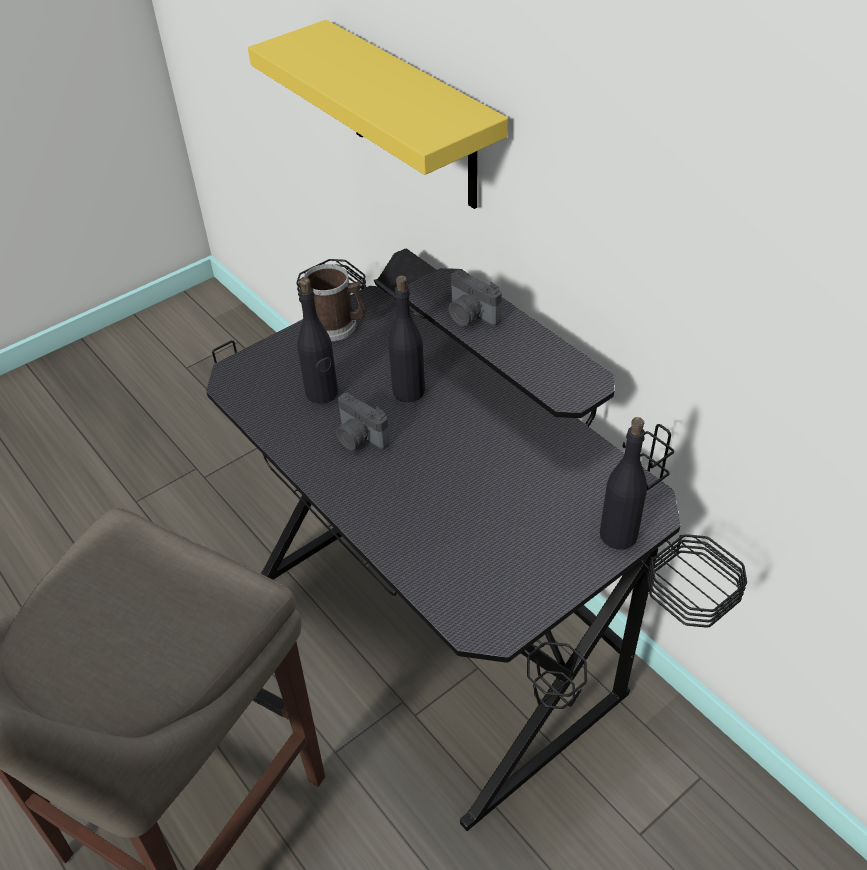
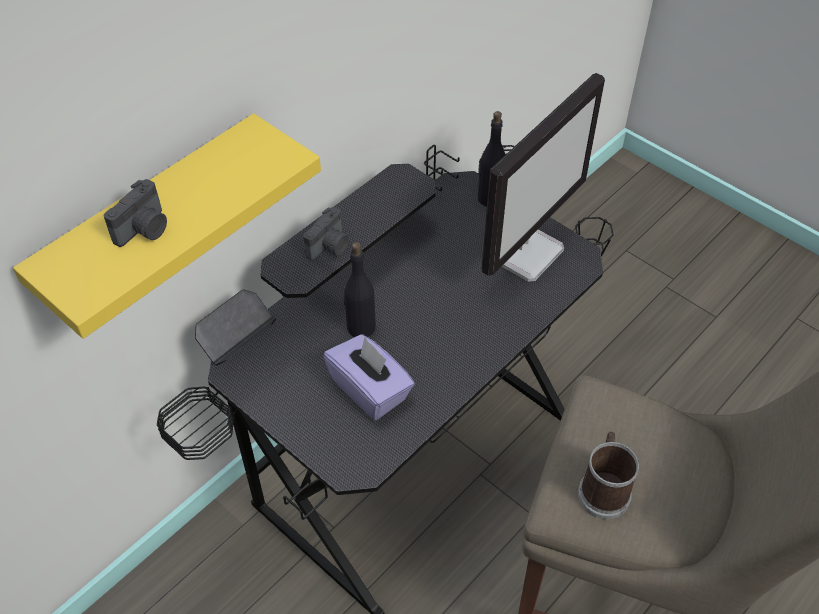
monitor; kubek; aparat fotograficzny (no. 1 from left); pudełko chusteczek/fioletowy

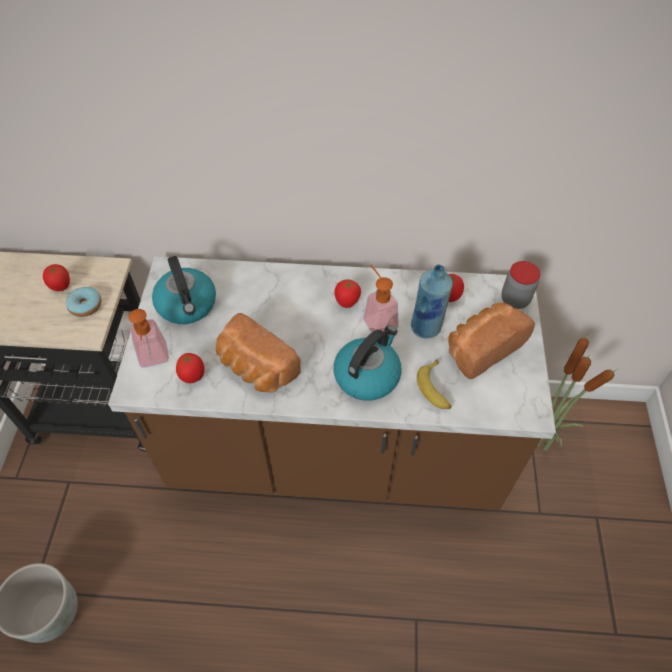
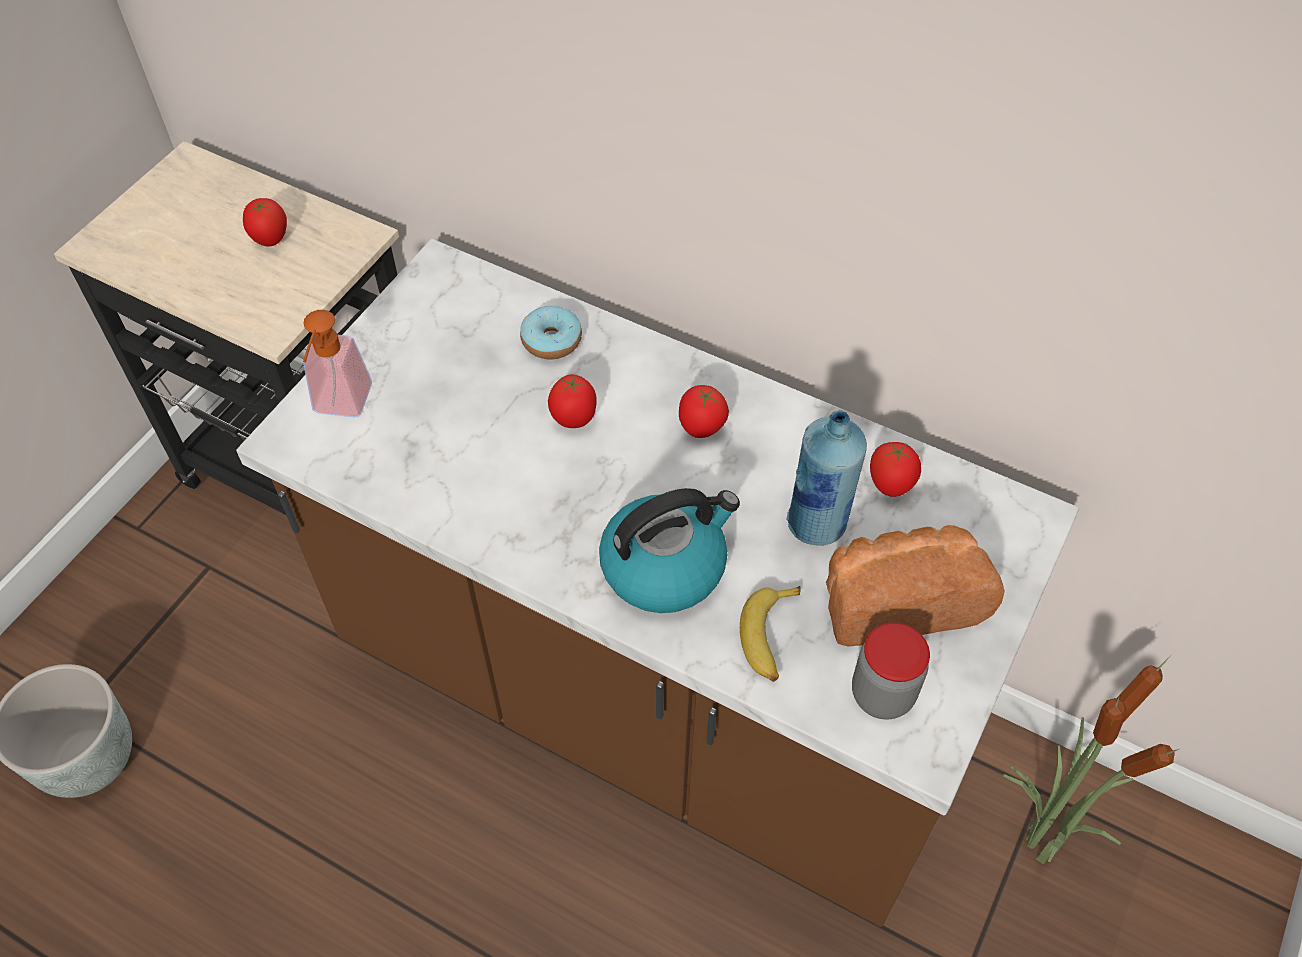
czajnik (no. 1 from left in the first image); chleb (no. 1 from left in the first image); dozownik mydła (no. 2 from left in the first image); donut; pomidor (no. 2 from left); słoik

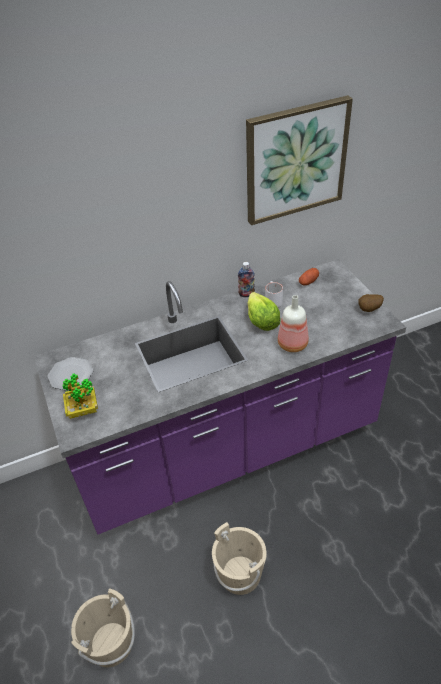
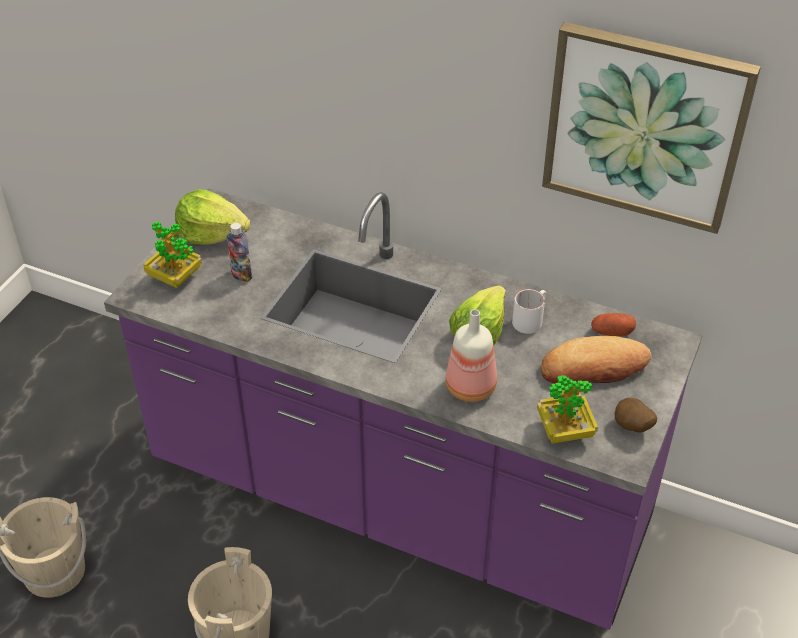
roślina doniczkowa (no. 2 from left); chleb; butelka (no. 1 from left); sałata (no. 1 from left)

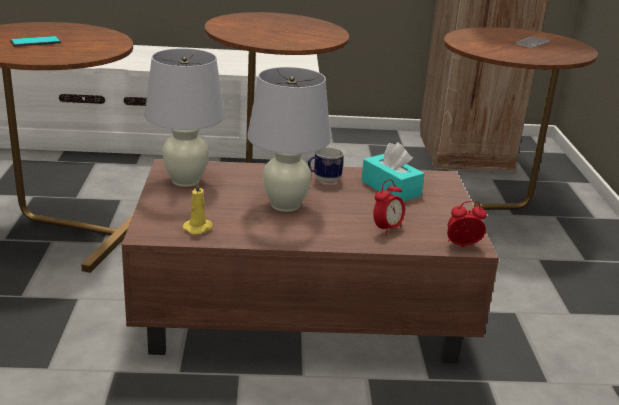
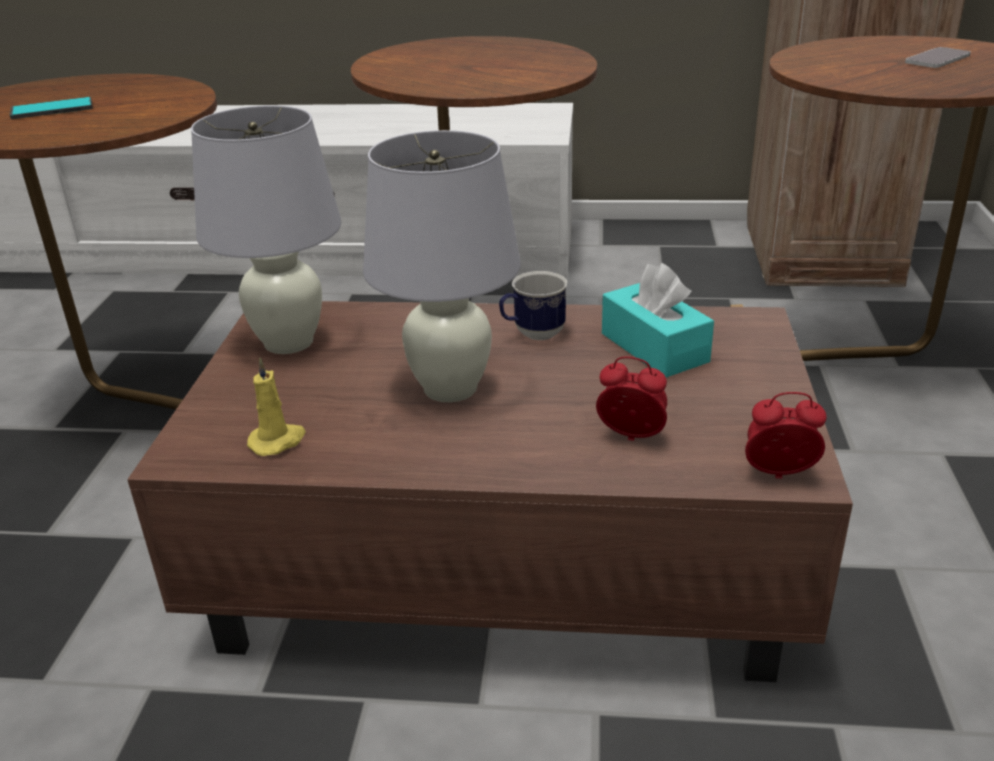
budzik (no. 1 from left)

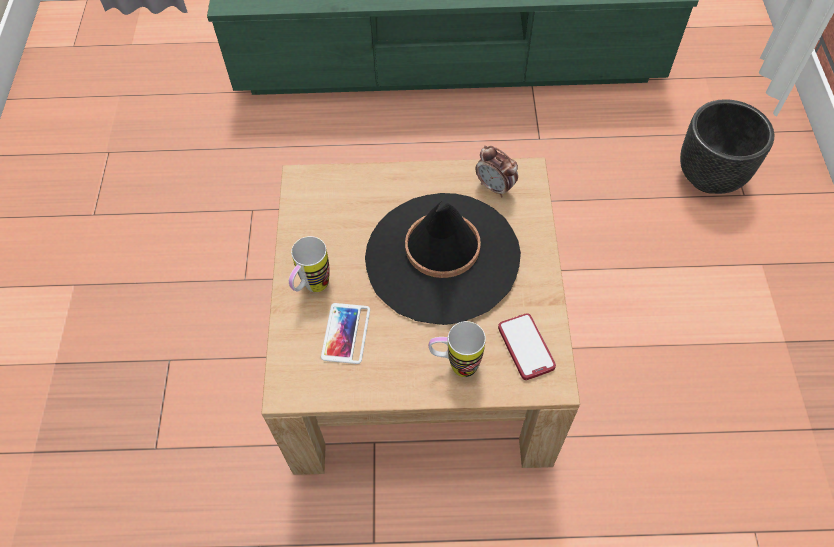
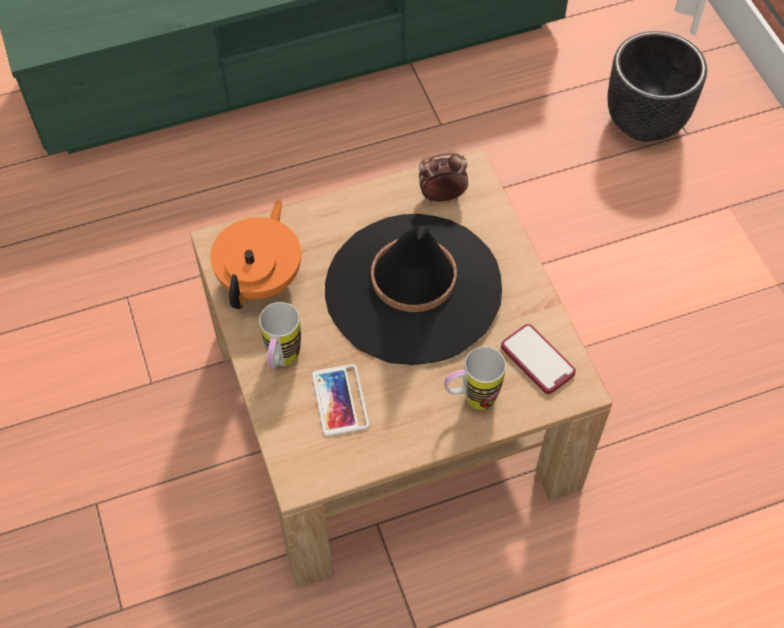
imbryk/pomarańczowy; budzik

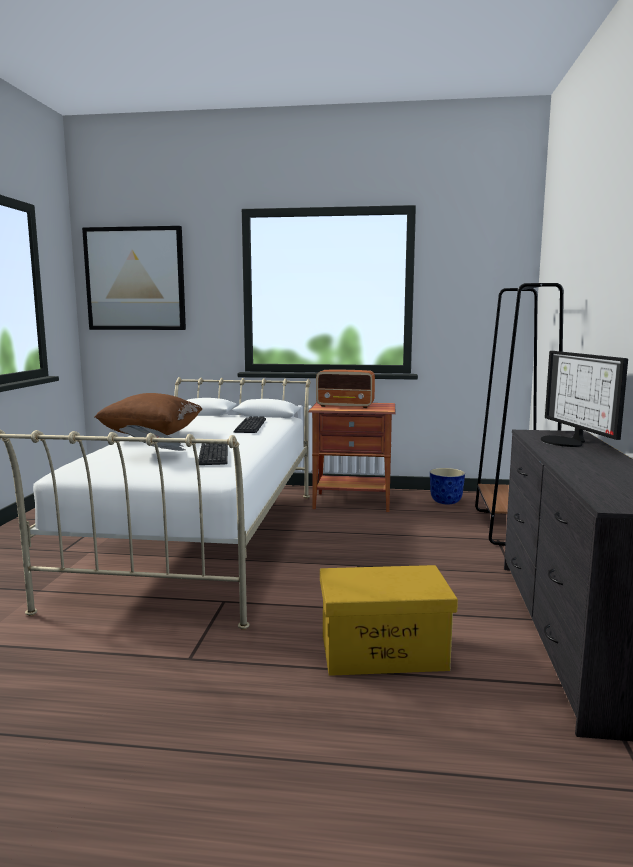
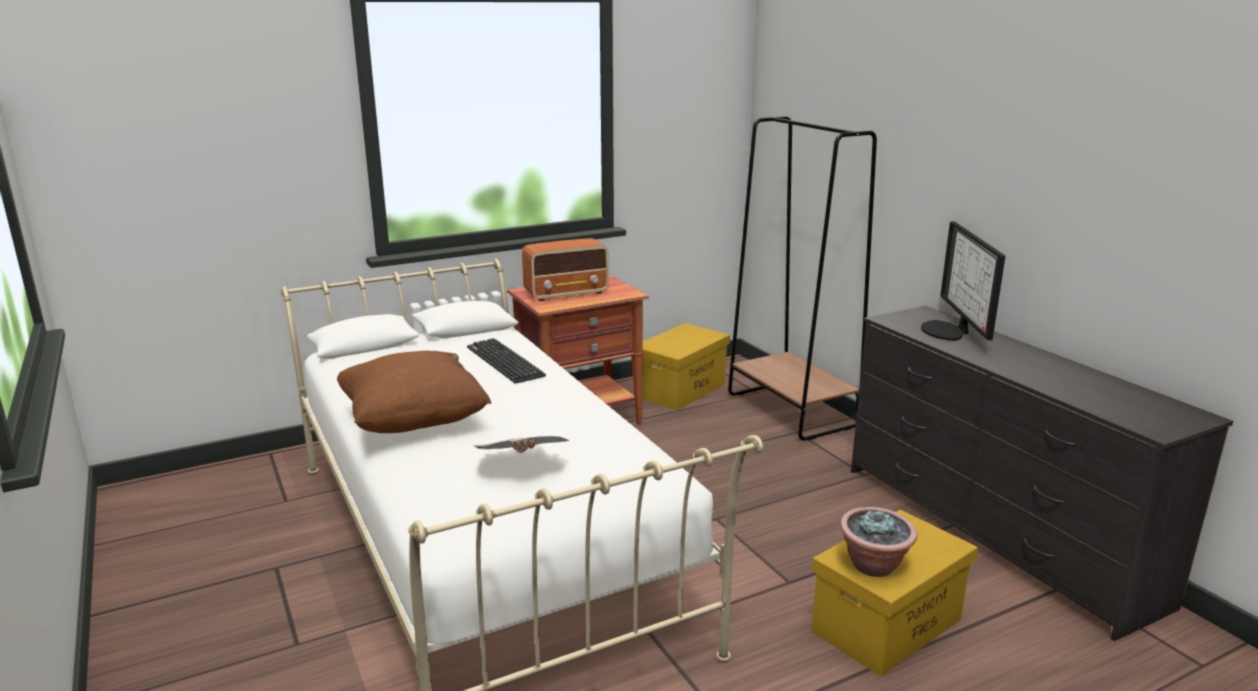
obraz; klawiatura (no. 1 from left in the first image); roślina doniczkowa; pojemnik do przechowywania/żółty (no. 1 from left); monitor

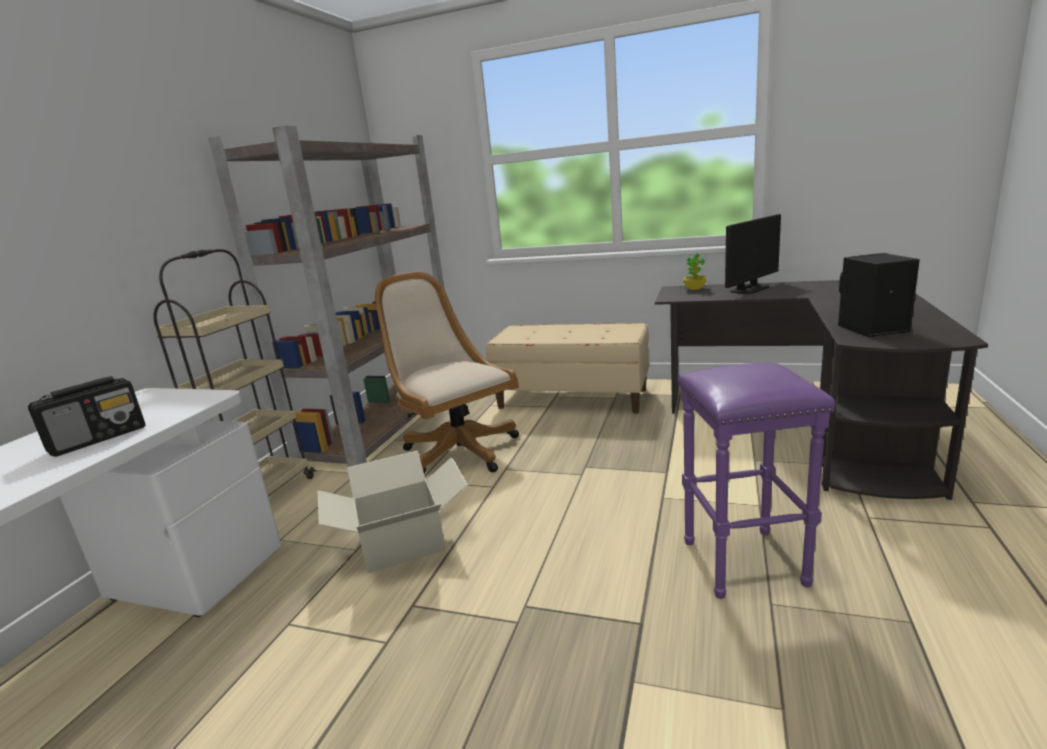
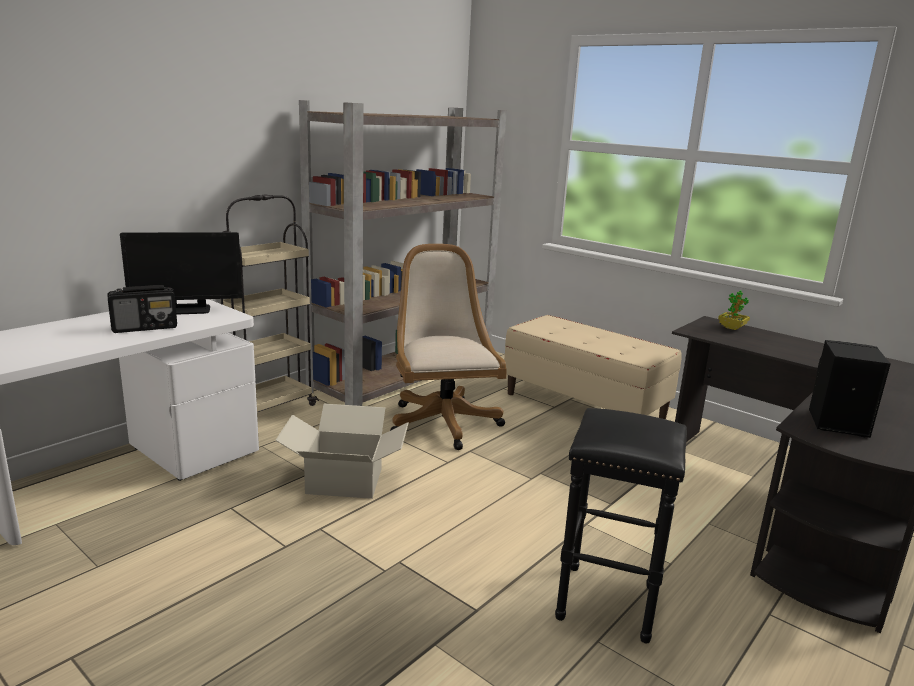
monitor; stołek/czarny

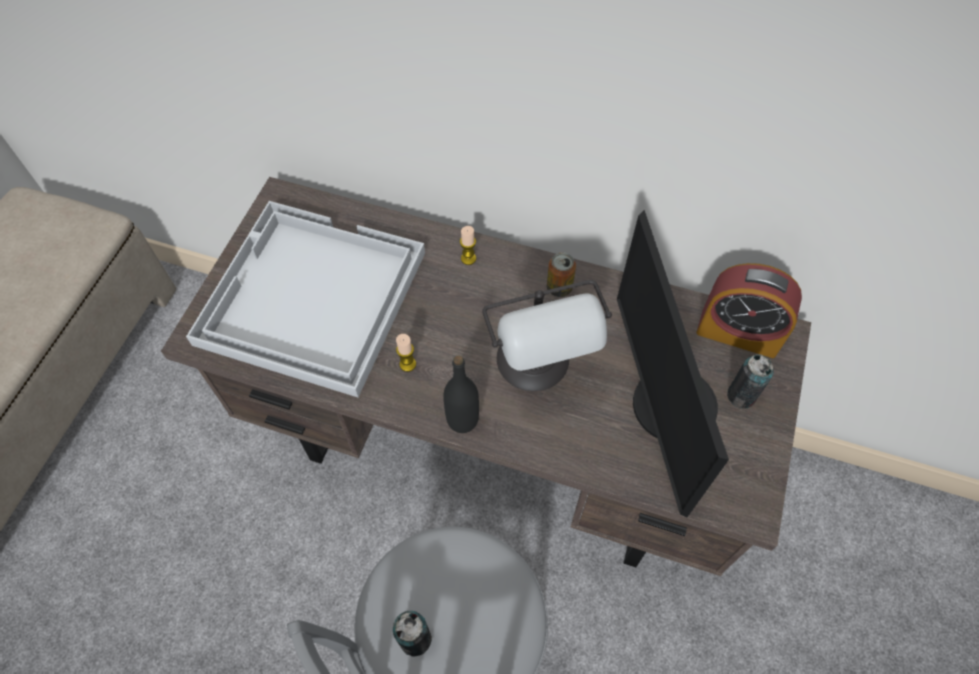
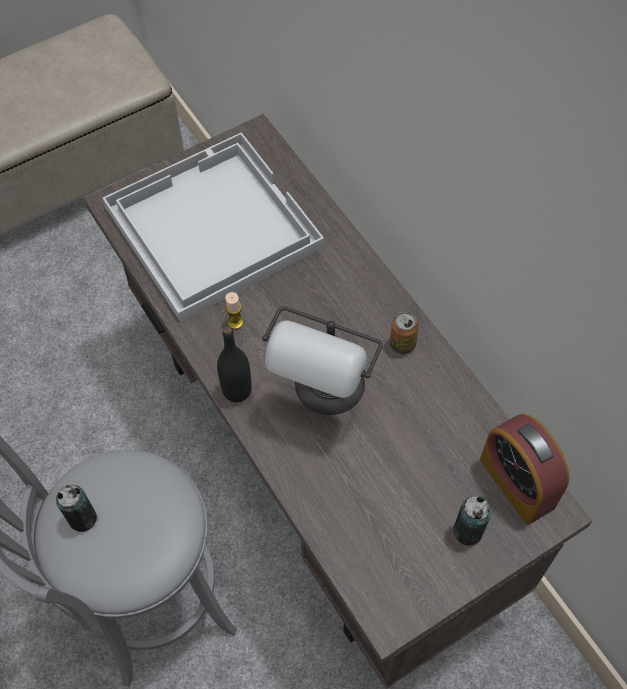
świeca (no. 2 from left in the first image); monitor

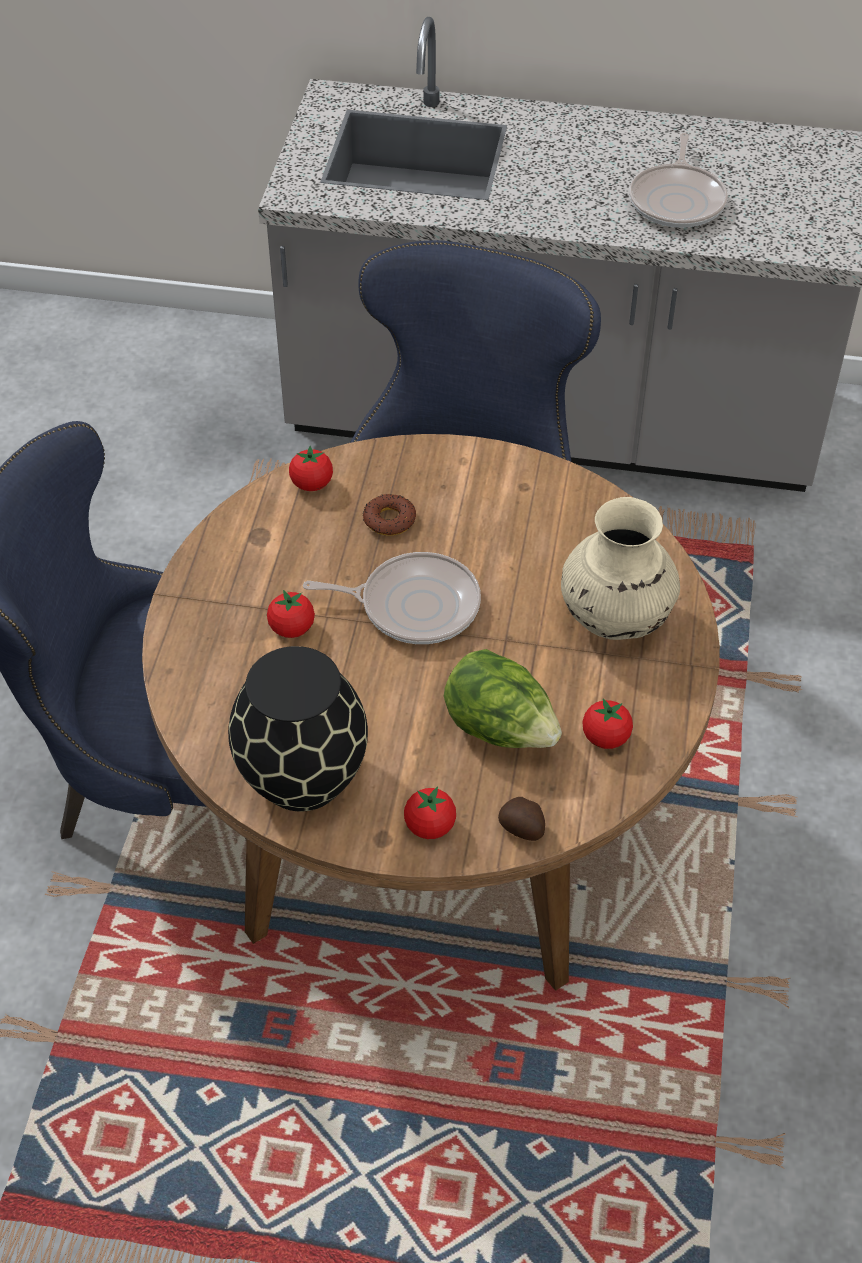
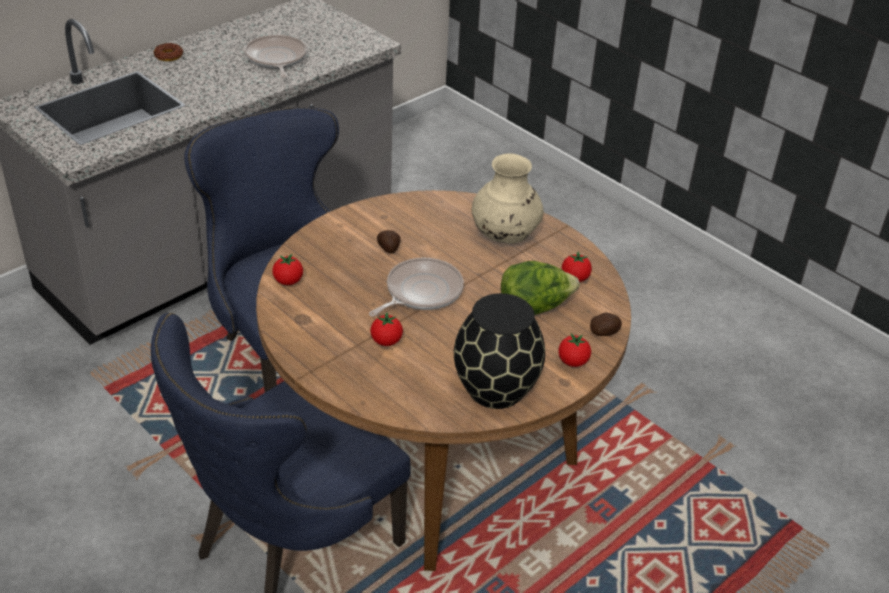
ziemniak (no. 1 from left); donut; patelnia (no. 1 from left)

